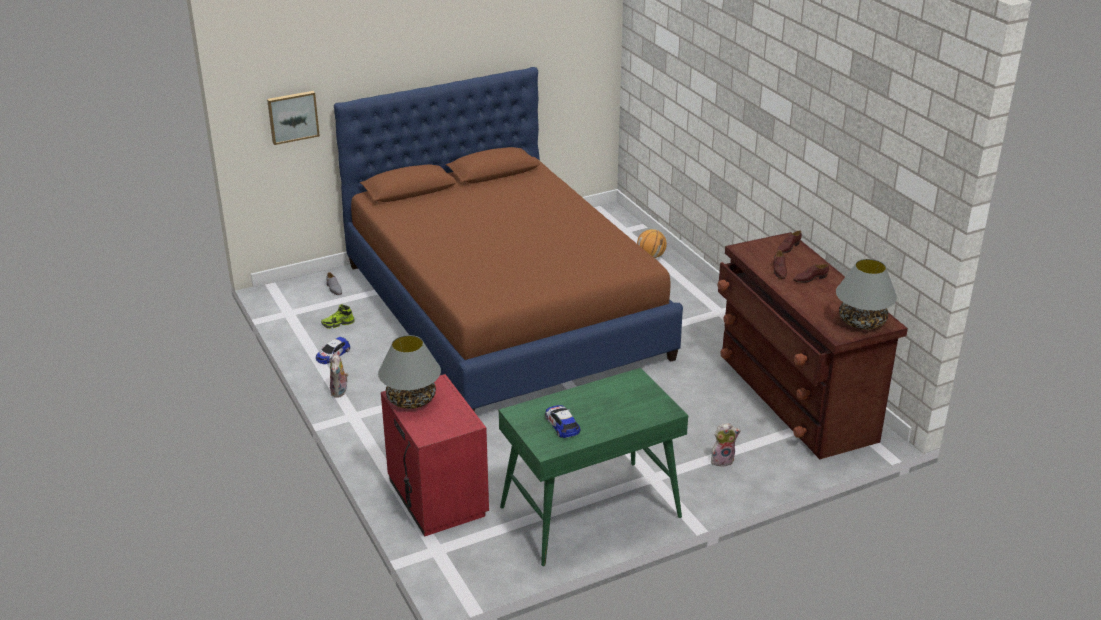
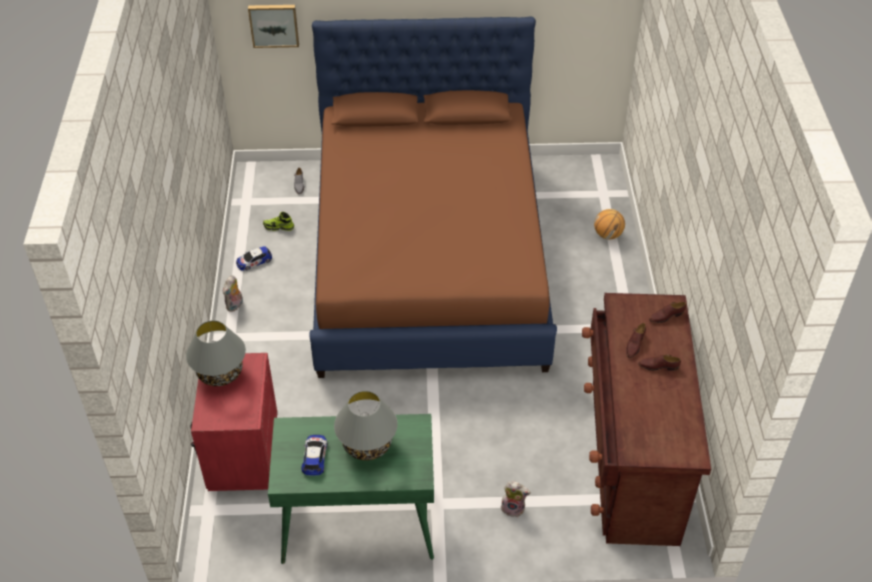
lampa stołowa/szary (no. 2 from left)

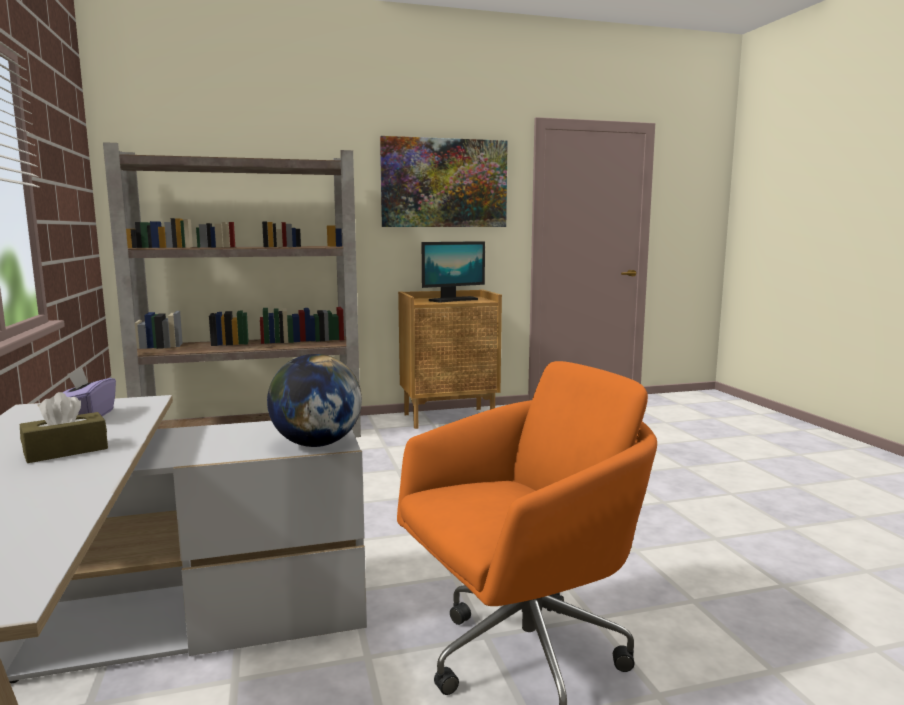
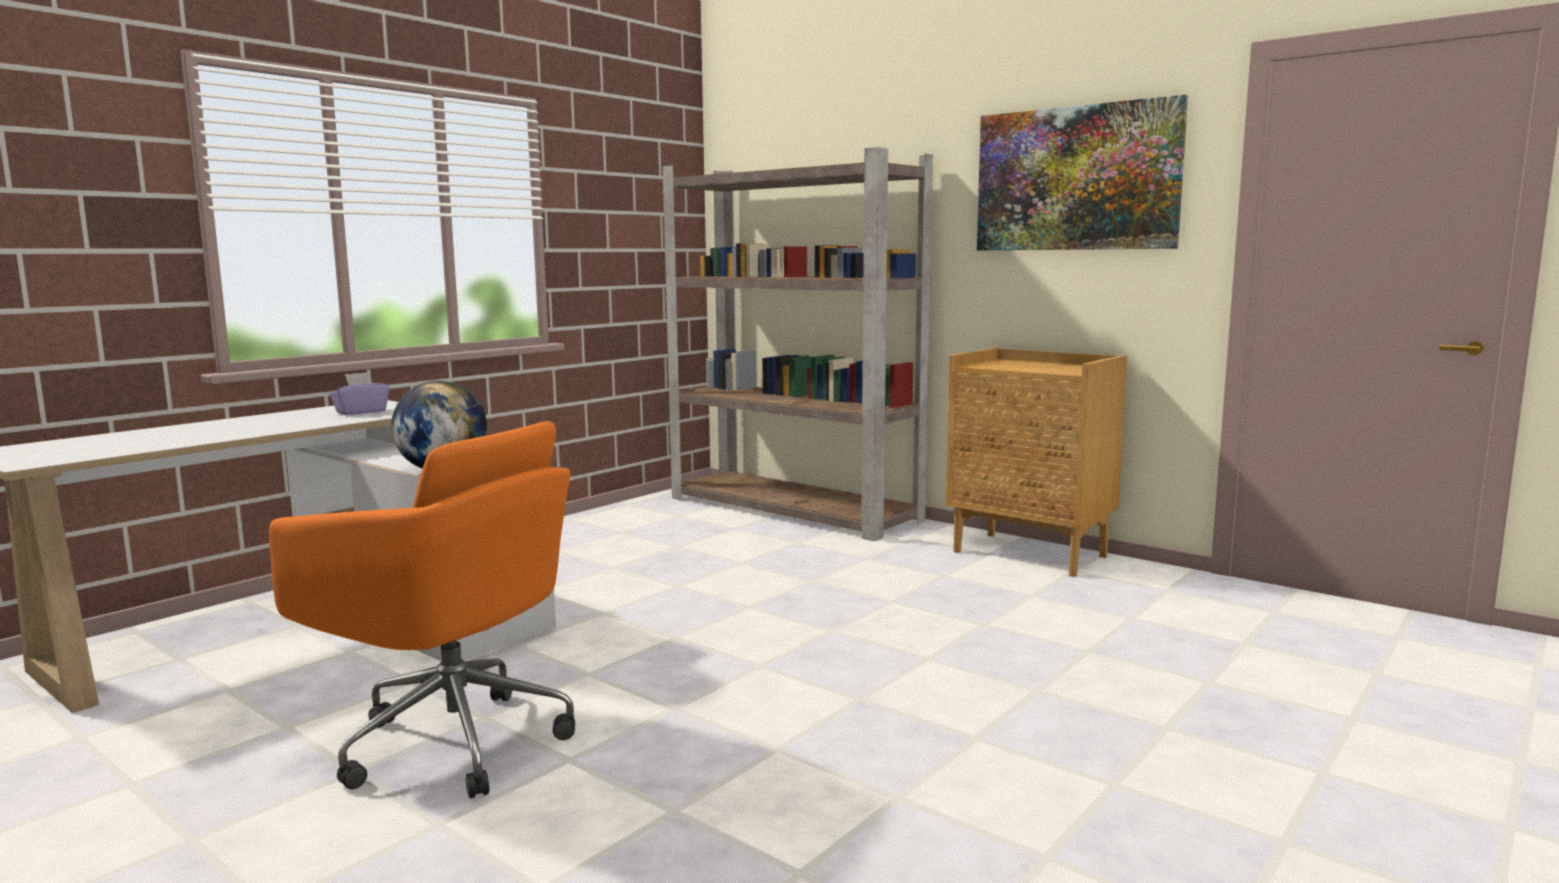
pudełko chusteczek/brązowy; monitor

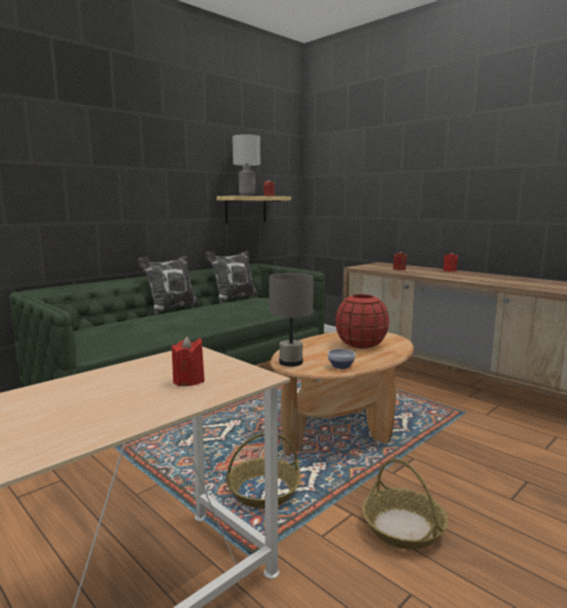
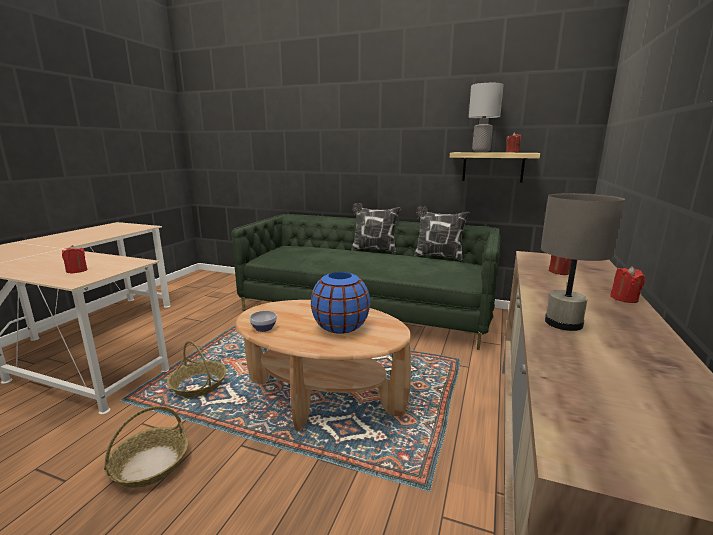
lampa stołowa/szary (no. 2 from left); wazon/niebieski

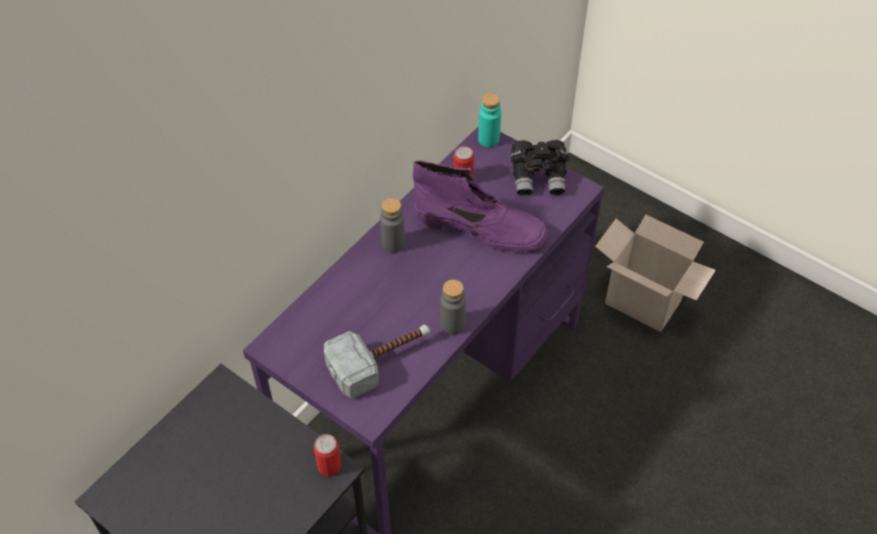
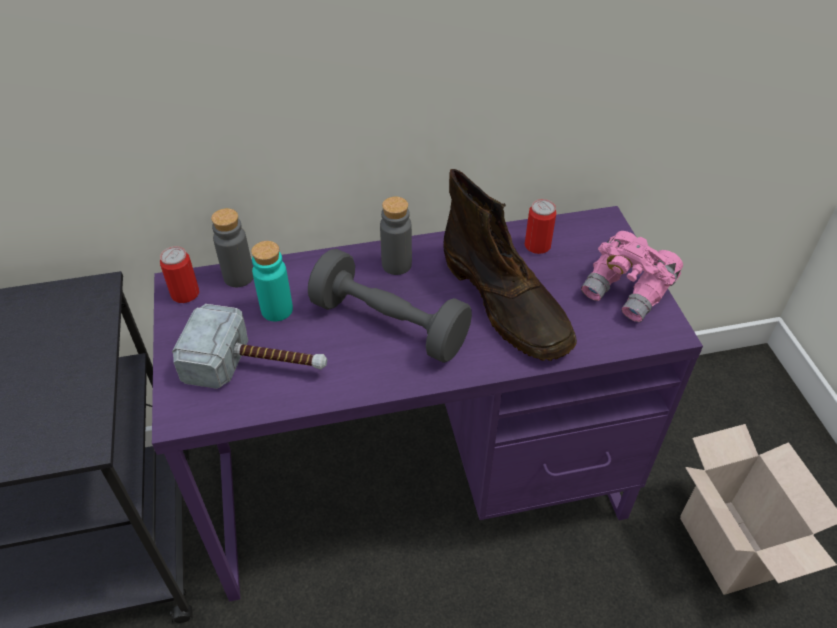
hantel/szary; puszka (no. 1 from left); butelka/szary (no. 1 from left); butelka/turkusowy; but z cholewką/brązowy; lornetka/różowy

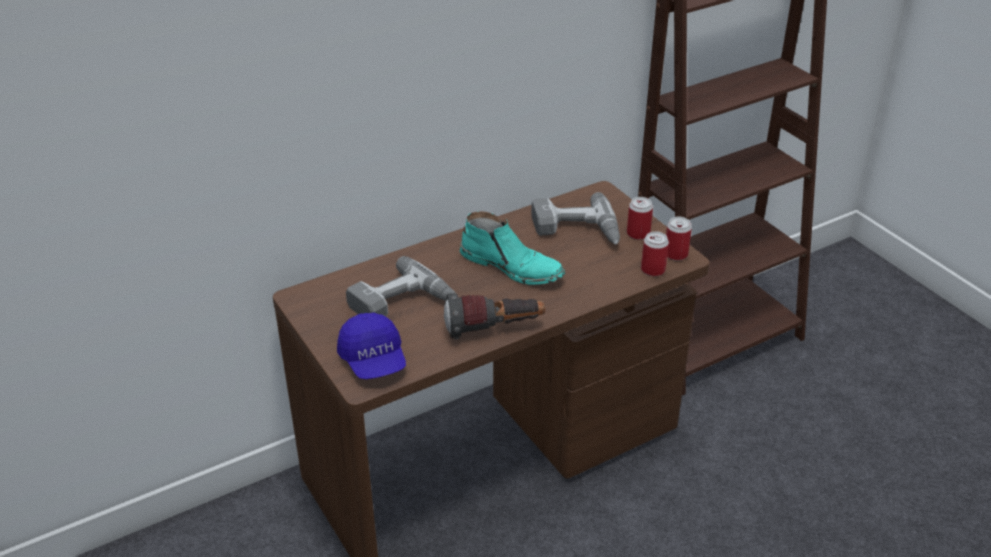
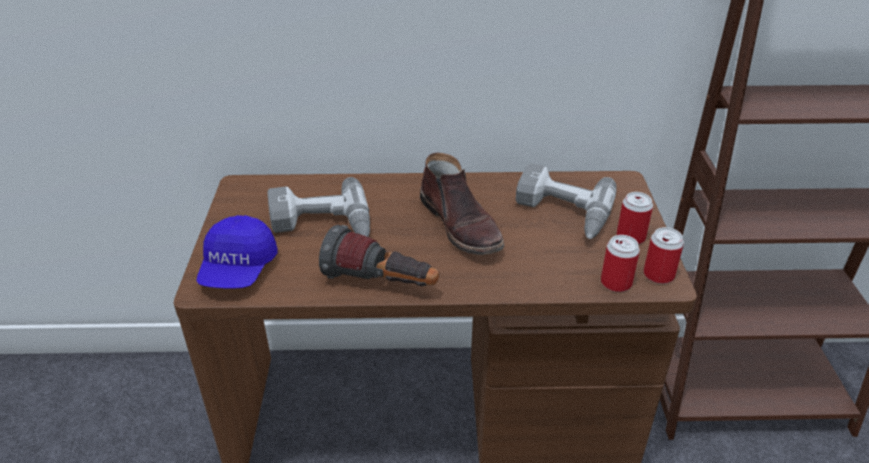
but z cholewką/brązowy

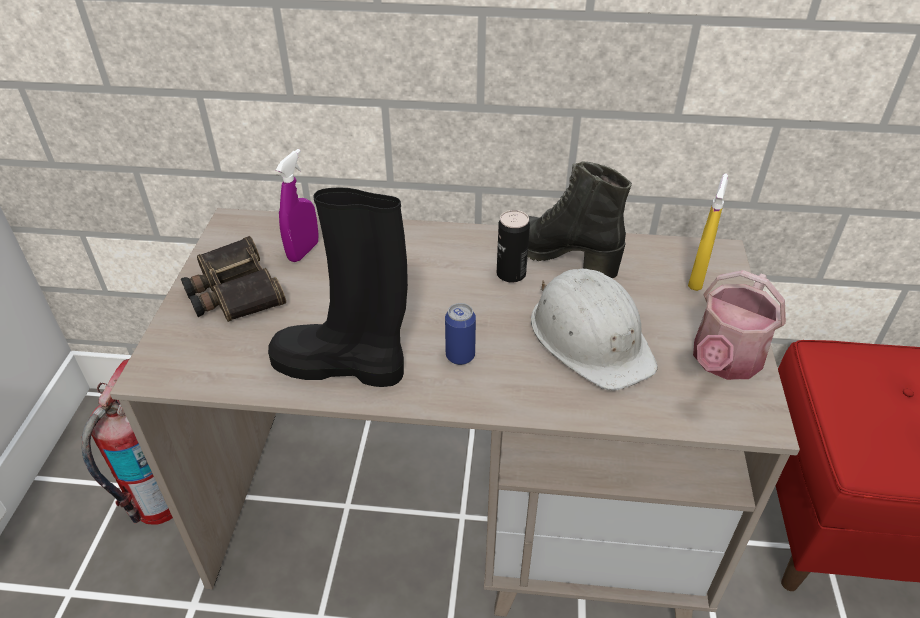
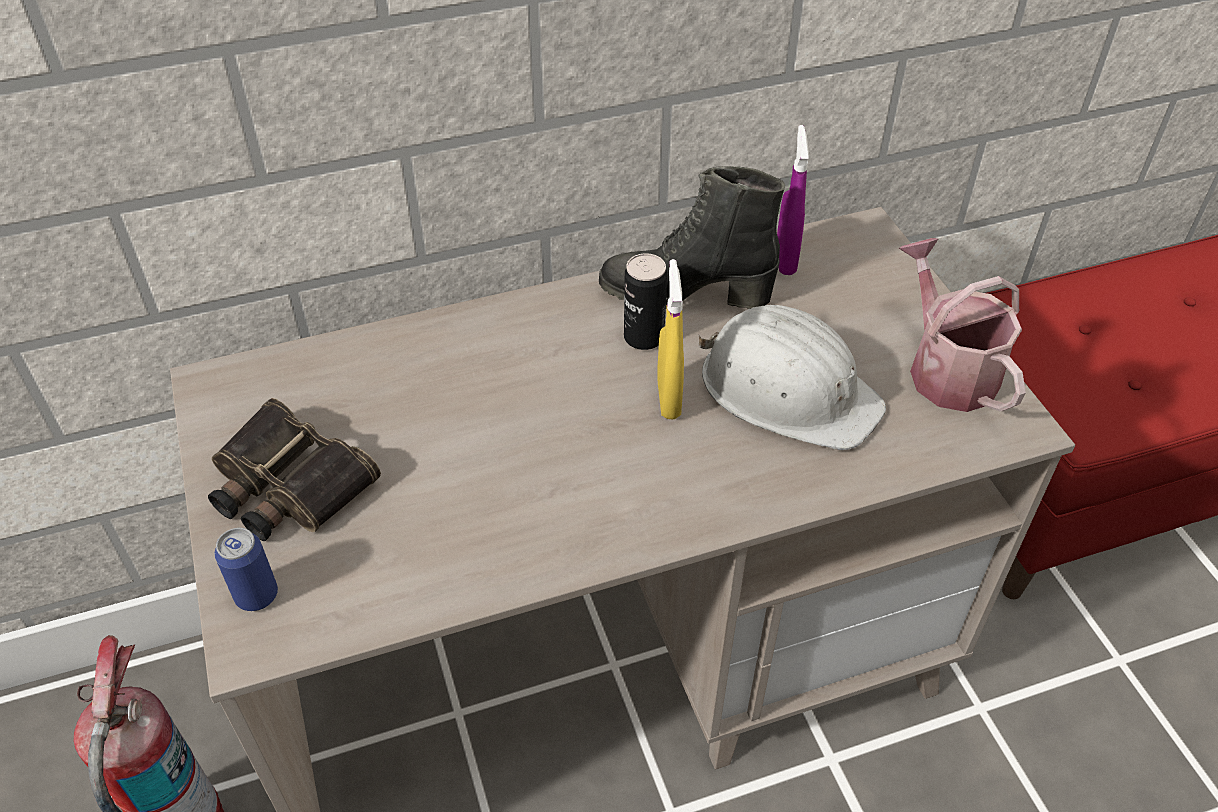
but z cholewką/czarny (no. 1 from left in the first image); spryskiwacz/fioletowy; puszka (no. 1 from left); spryskiwacz/żółty; konewka

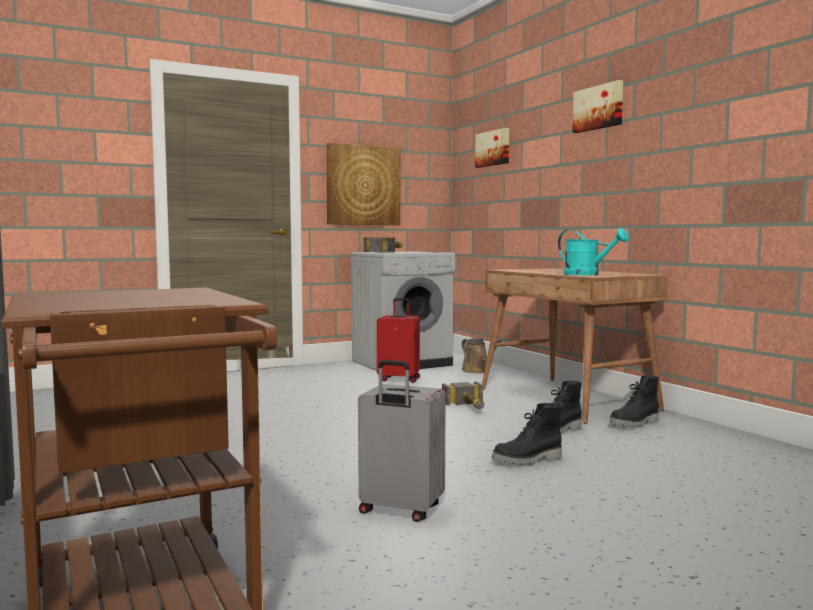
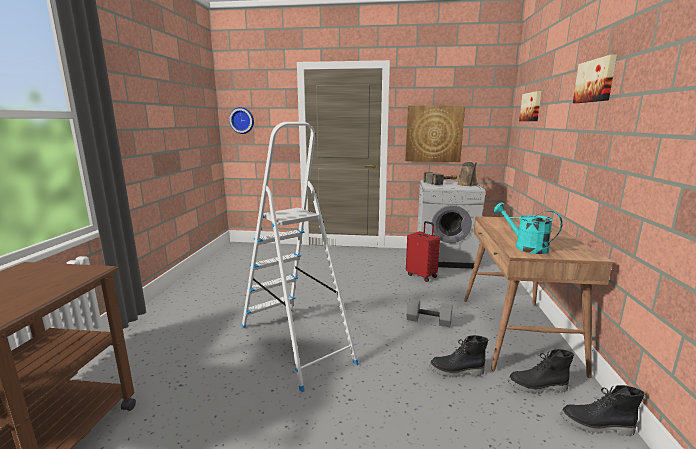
walizka/szary; zegar ścienny; drabinka/biały; konewka/brązowy; but z cholewką/czarny (no. 3 from left); hantel/szary; konewka/turkusowy

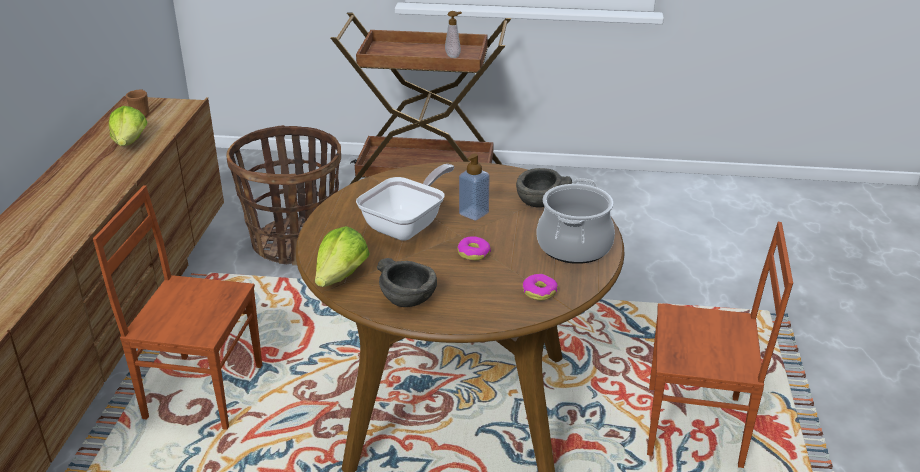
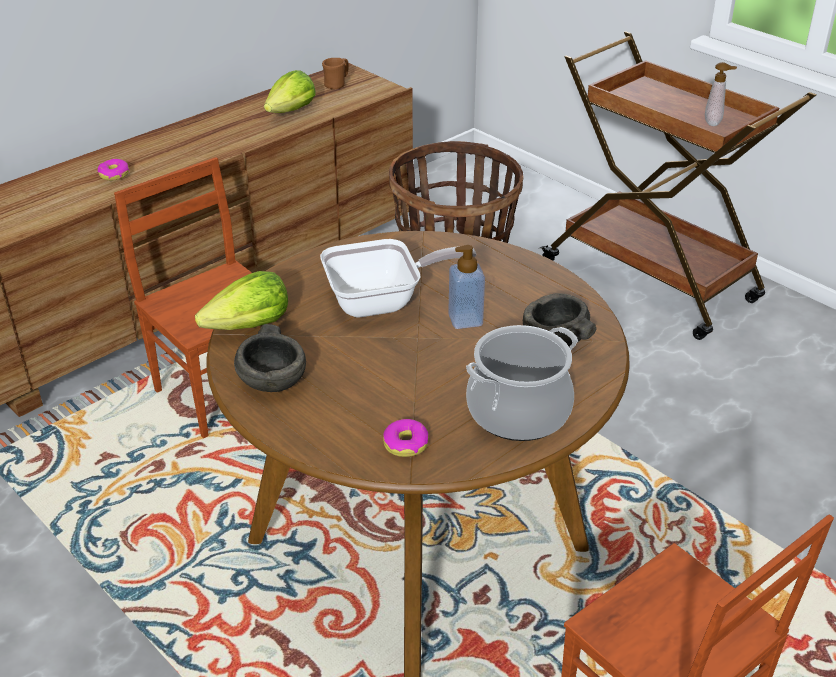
donut (no. 1 from left)

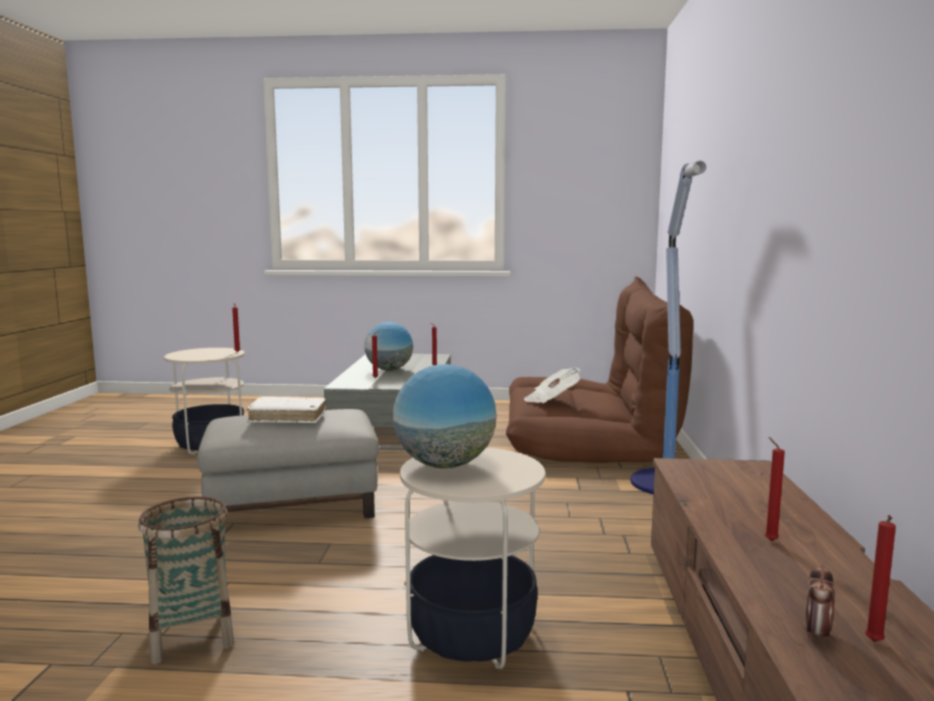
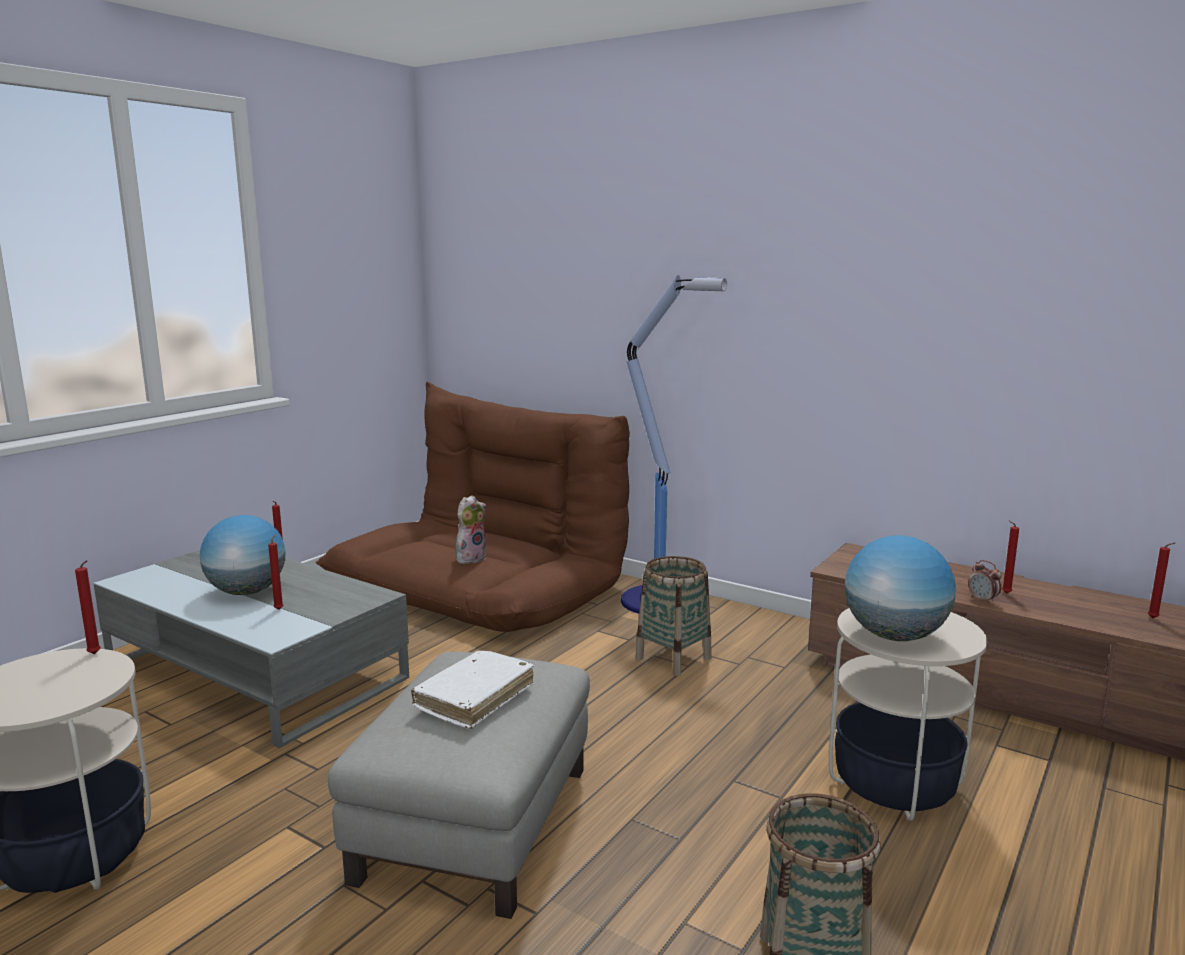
koszyk (no. 1 from left); budzik; pluszak

